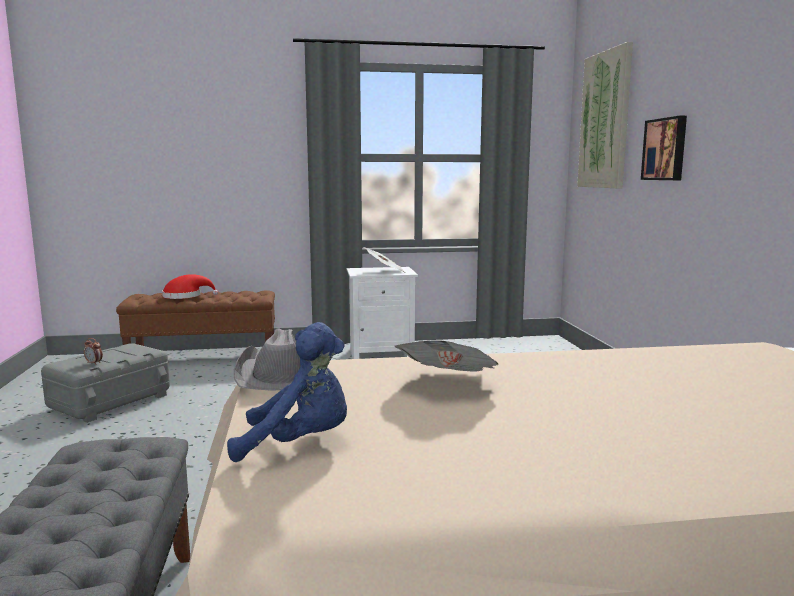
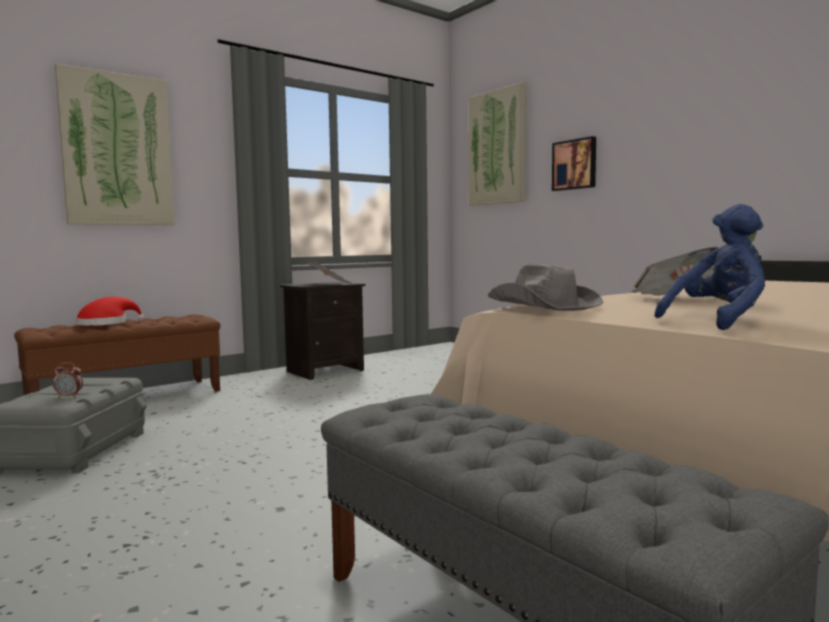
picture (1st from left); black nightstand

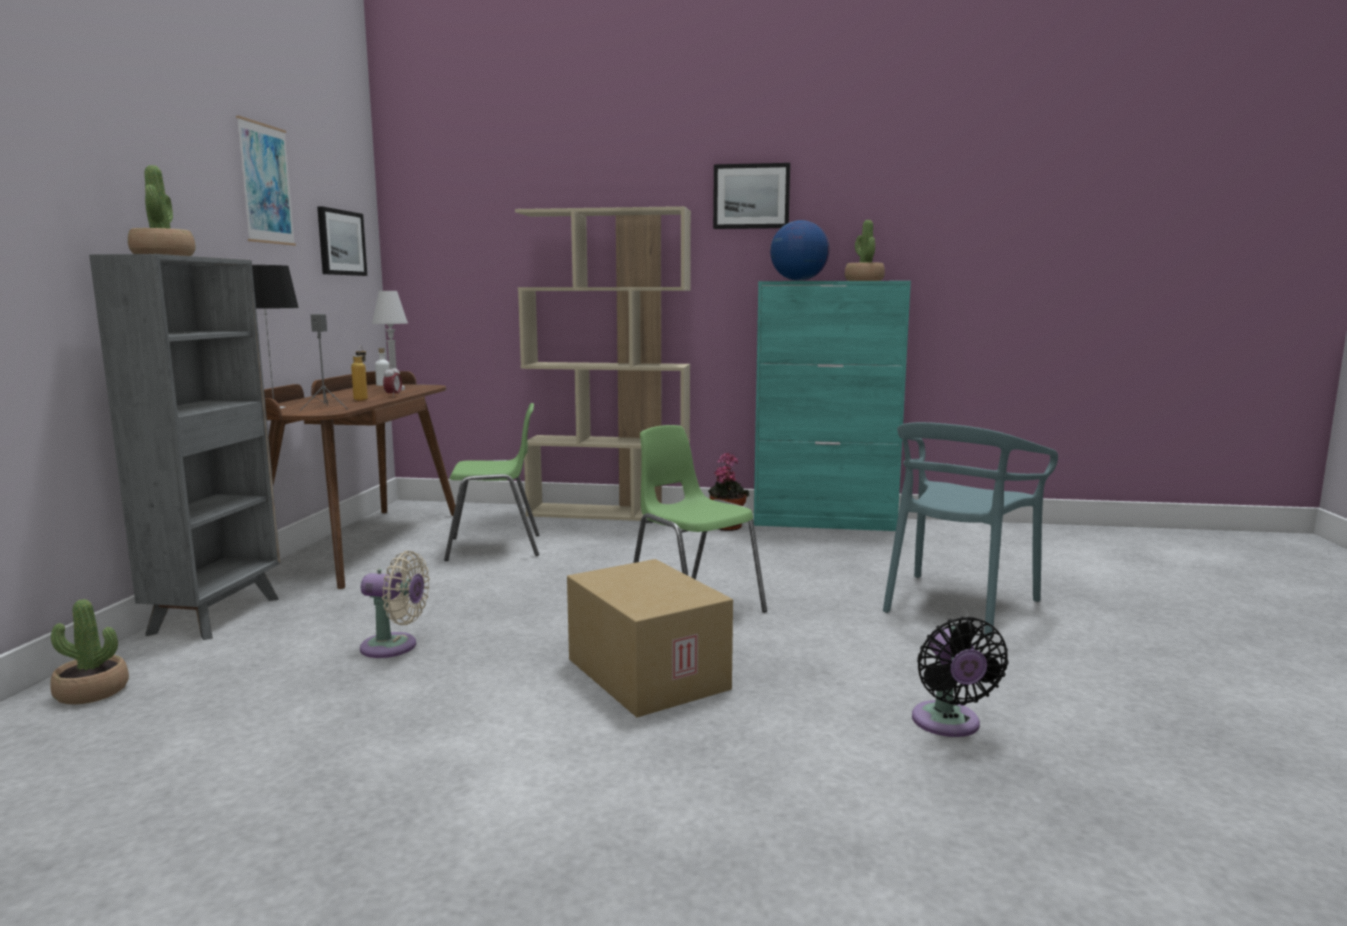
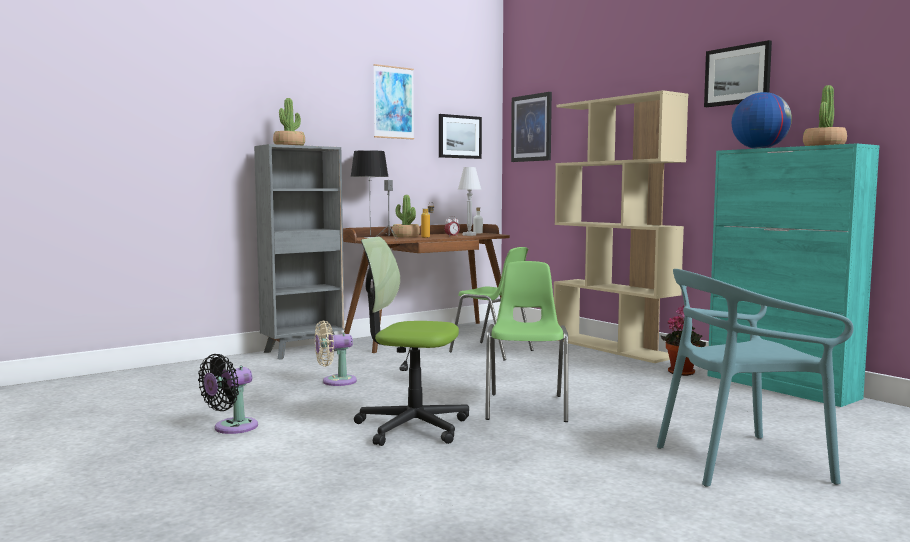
picture (3rd from left); potted plant (2nd from left); black fan; office chair; beige fan

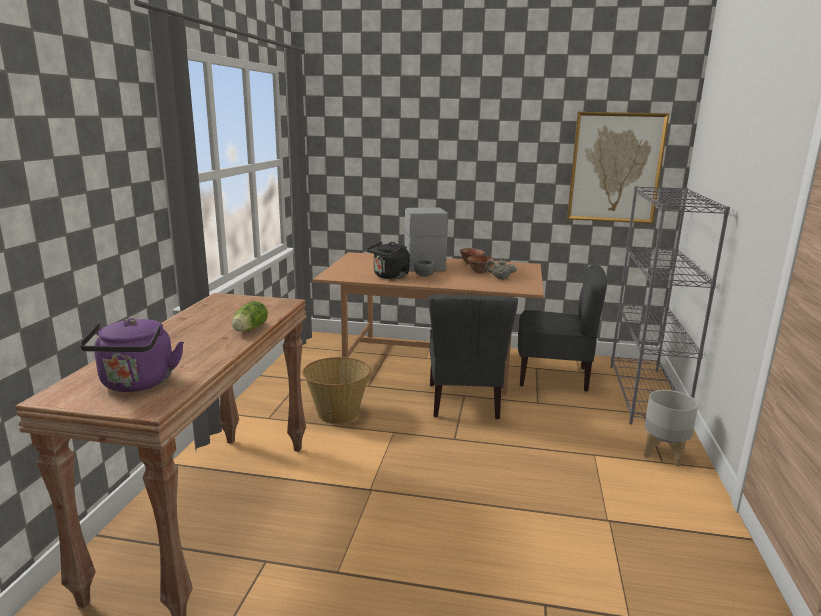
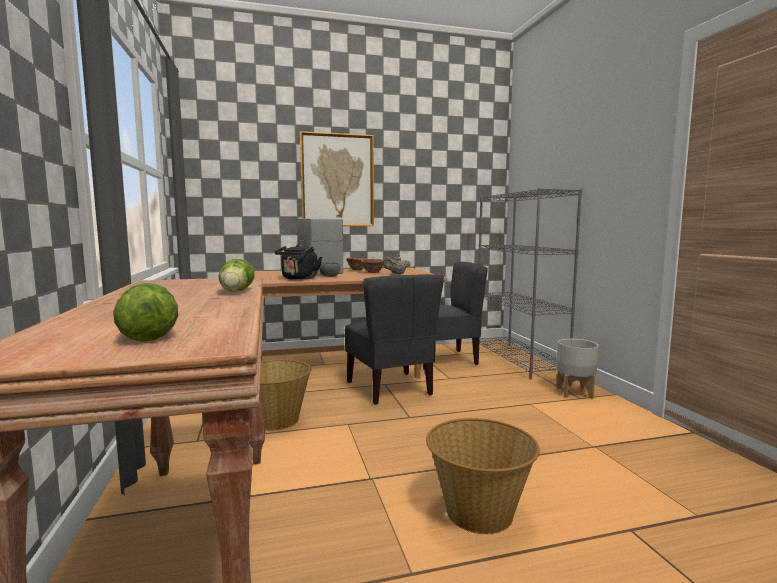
basket (2nd from left); picture; lettuce (1st from left)

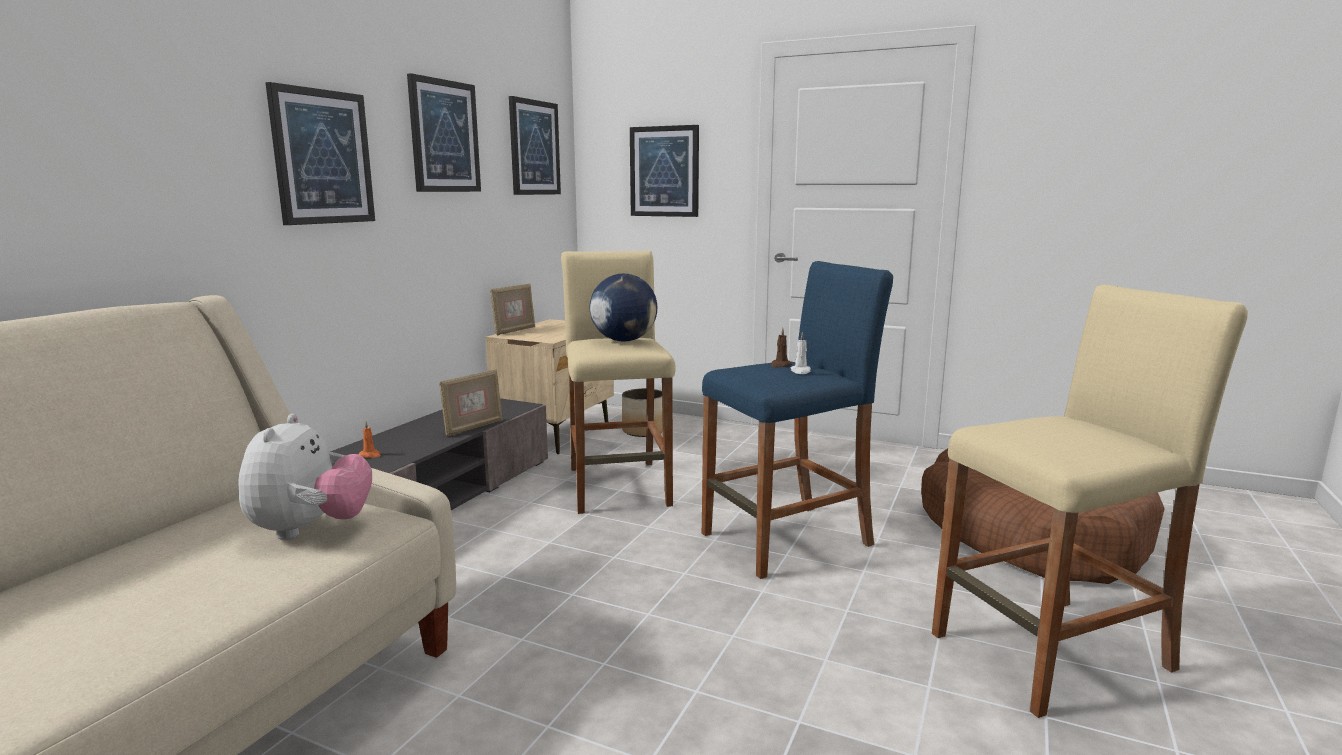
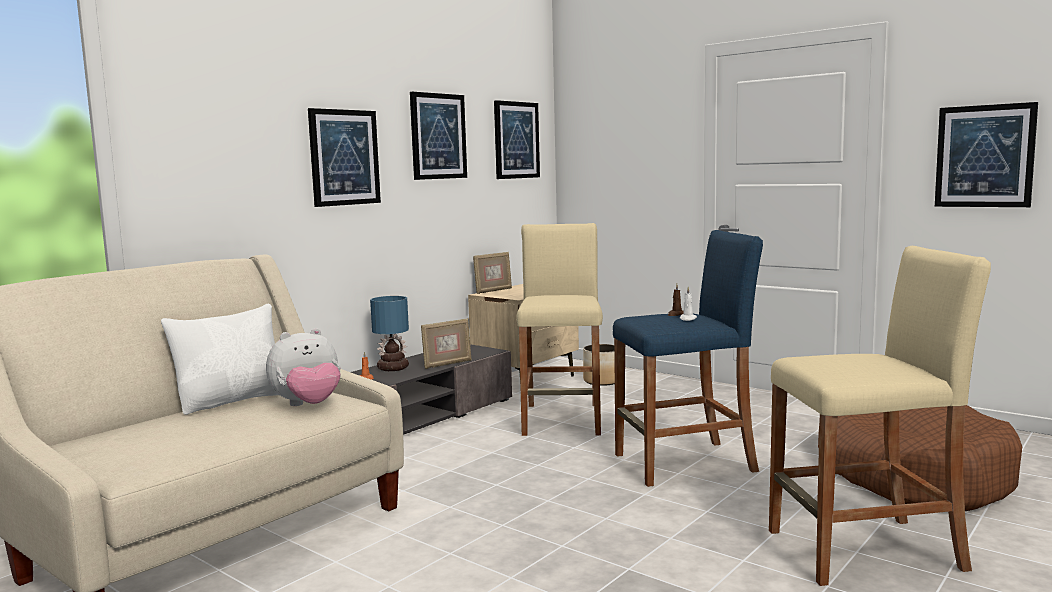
globe; white pillow; table lamp; picture (4th from left); plush toy

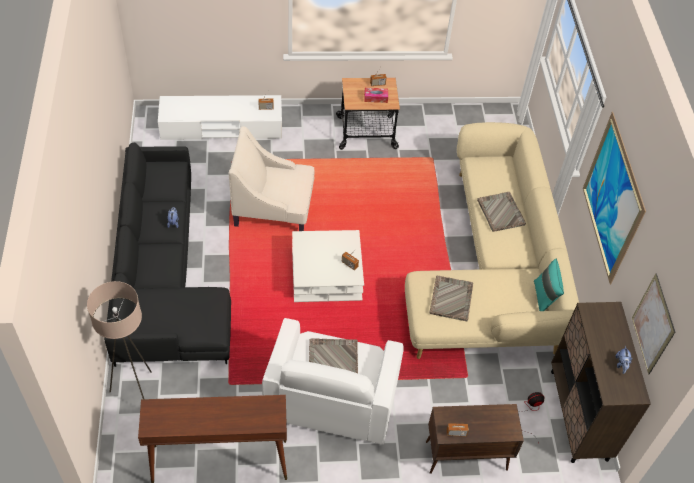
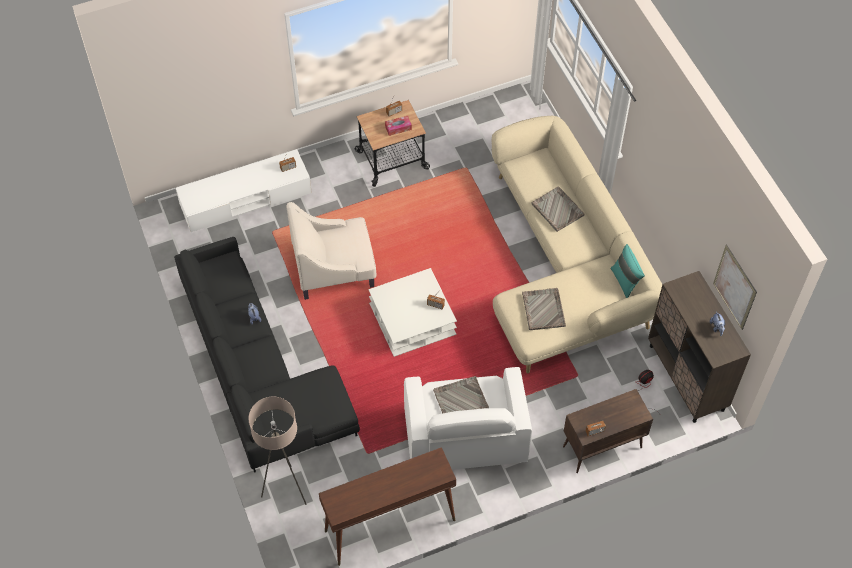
picture (1st from left in the first image)

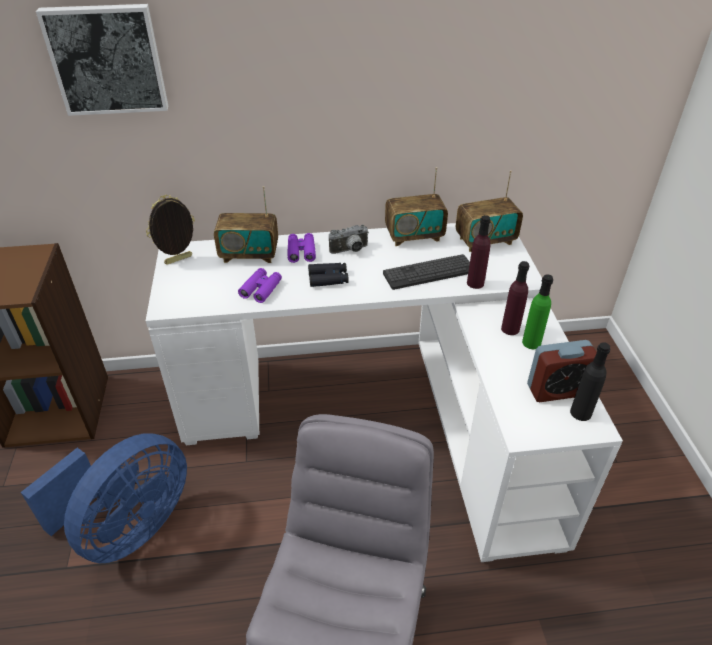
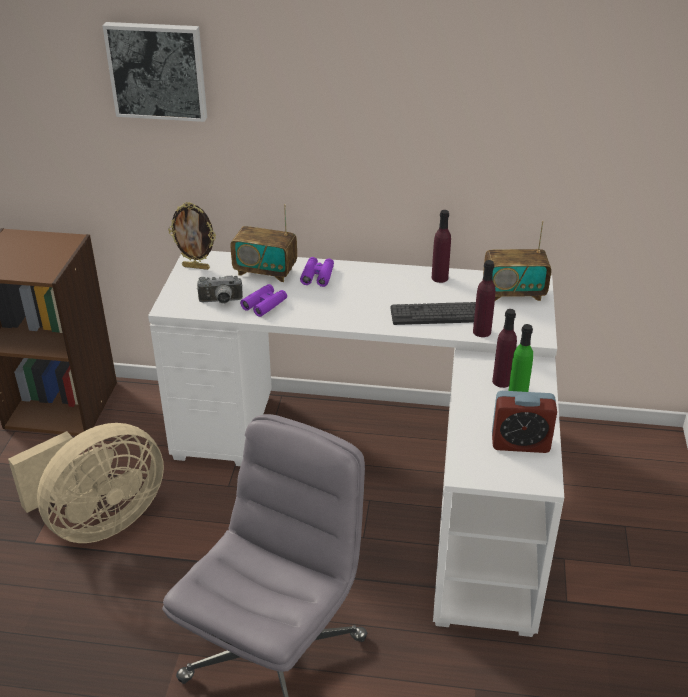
black binoculars; black bottle; photo camera; purple bottle (1st from left); beige fan; picture frame

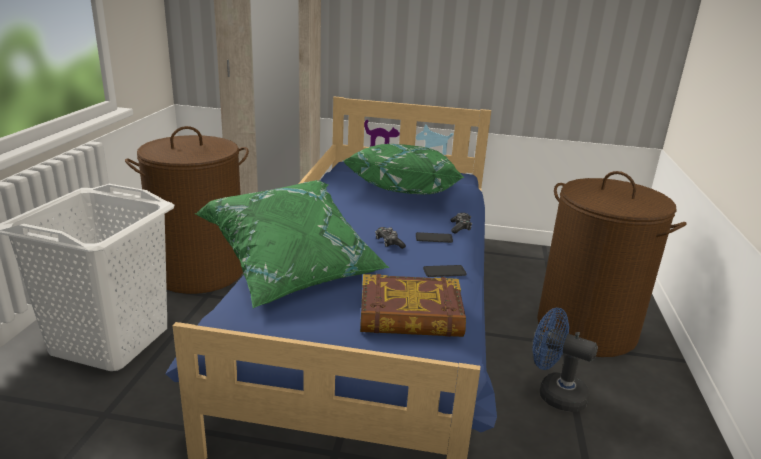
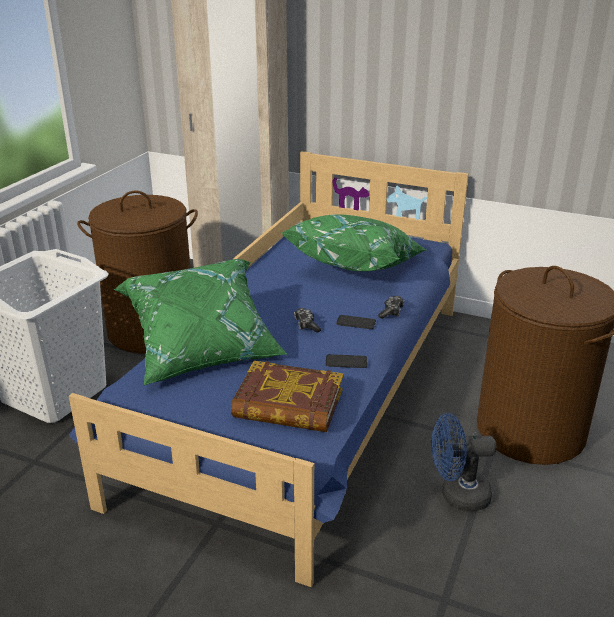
blue fan

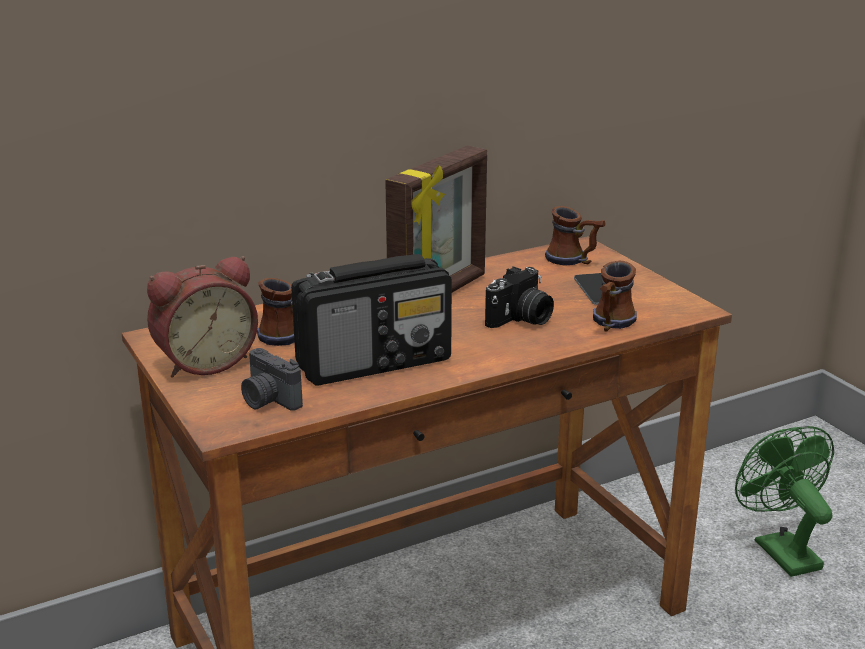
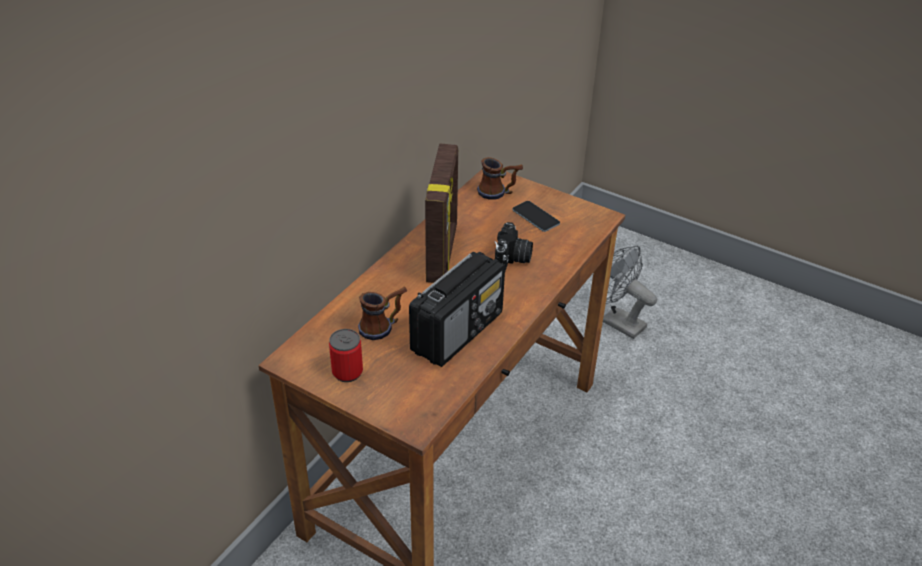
photo camera (1st from left in the first image); mug (3rd from left in the first image); can; grey fan

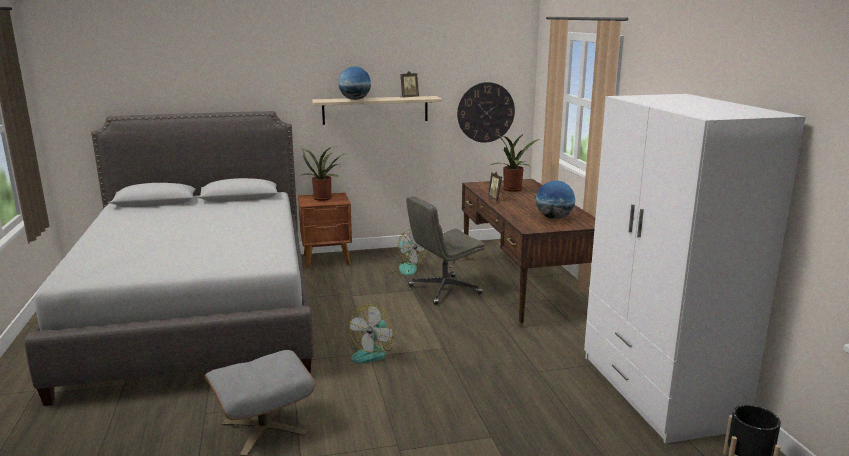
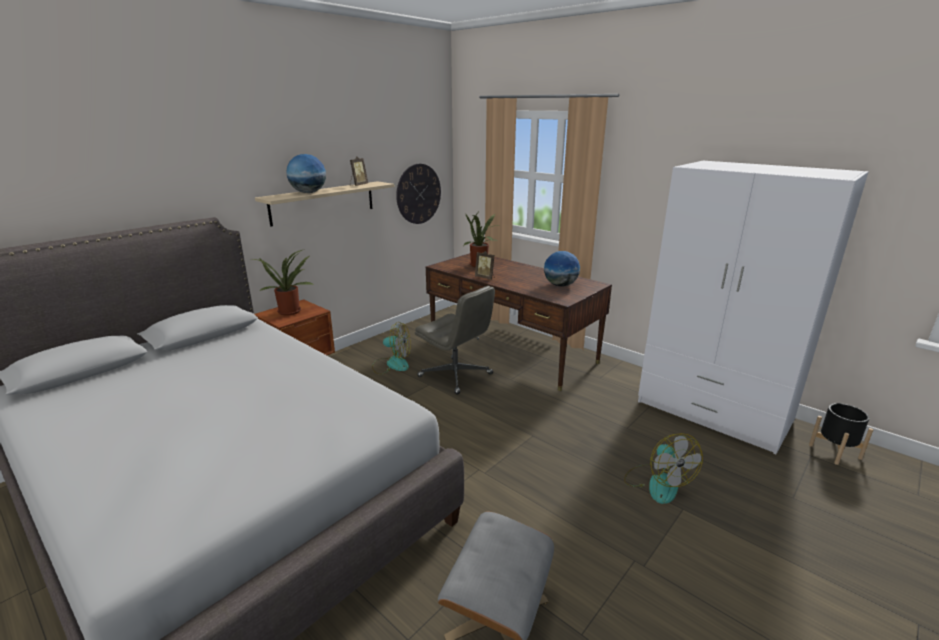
fan (2nd from left); grey office chair

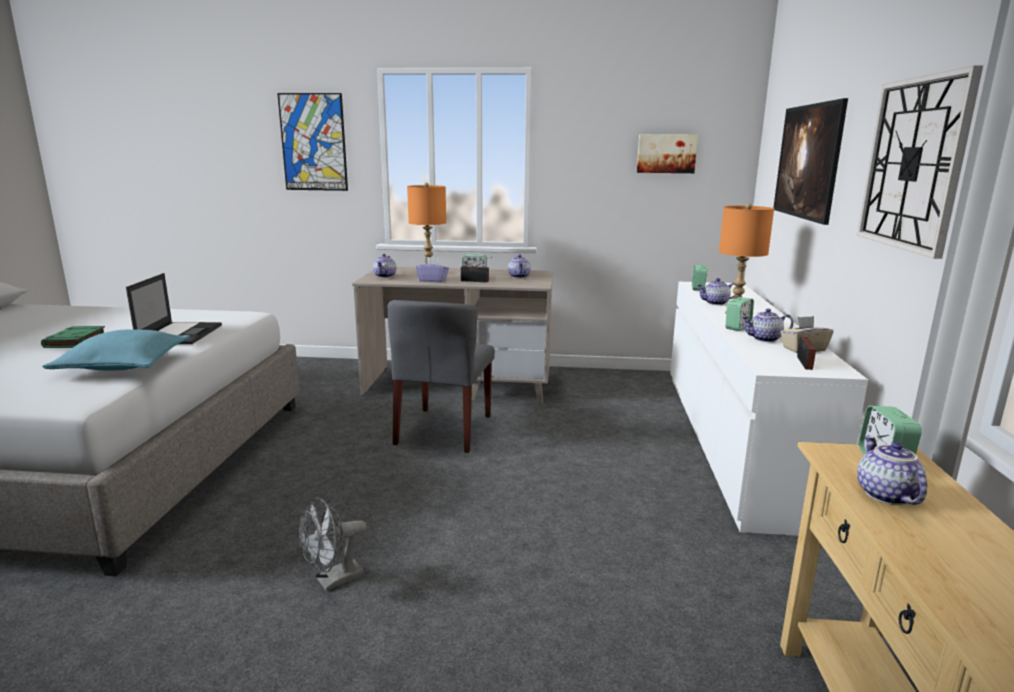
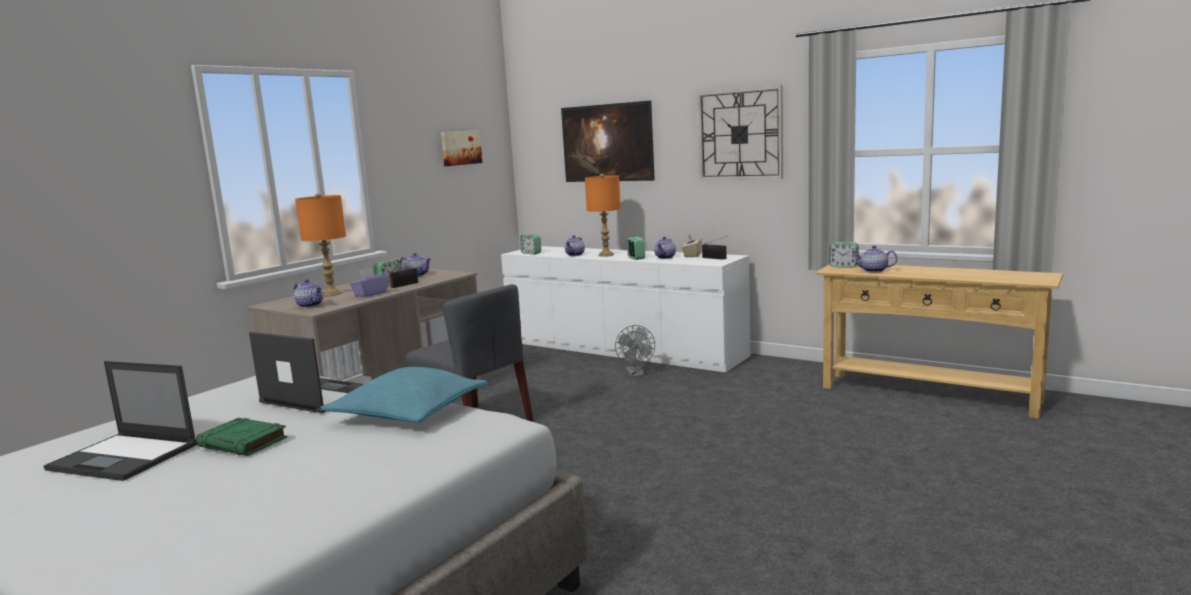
picture (1st from left in the first image); laptop (1st from left); grey fan

